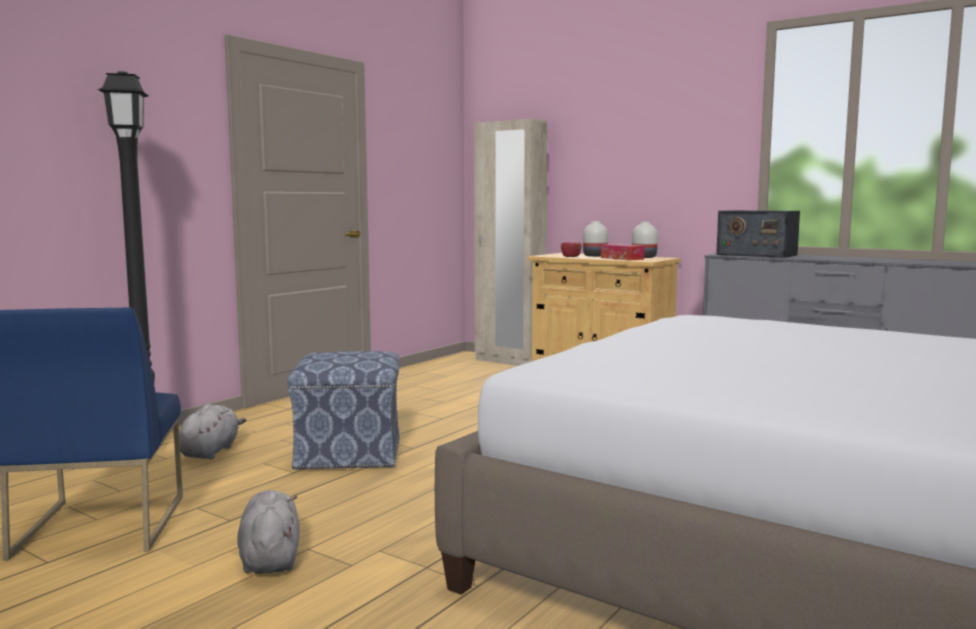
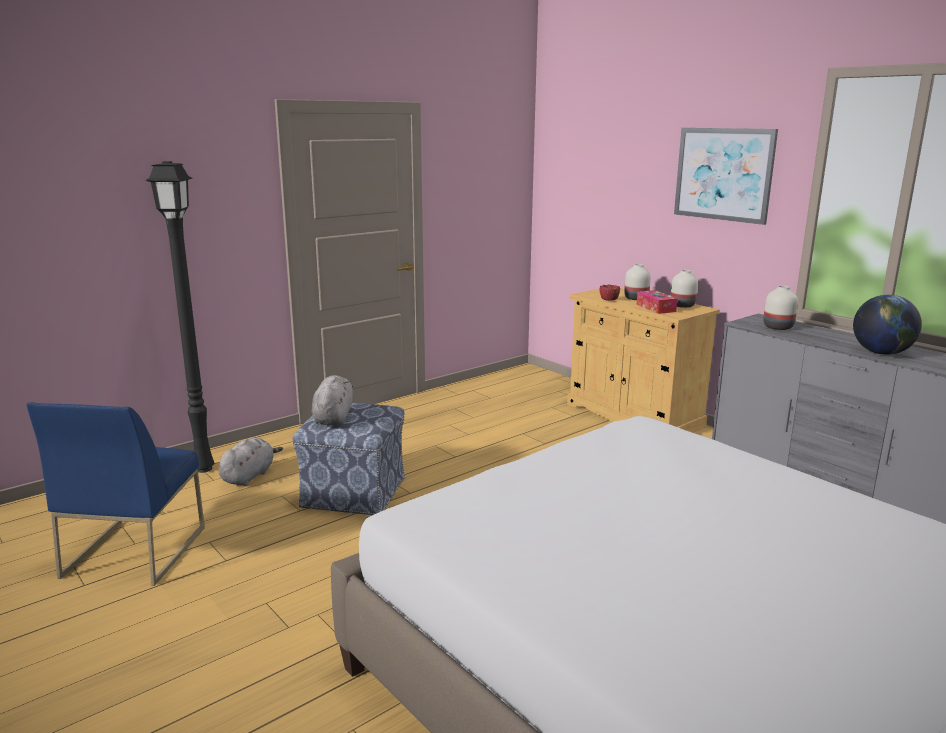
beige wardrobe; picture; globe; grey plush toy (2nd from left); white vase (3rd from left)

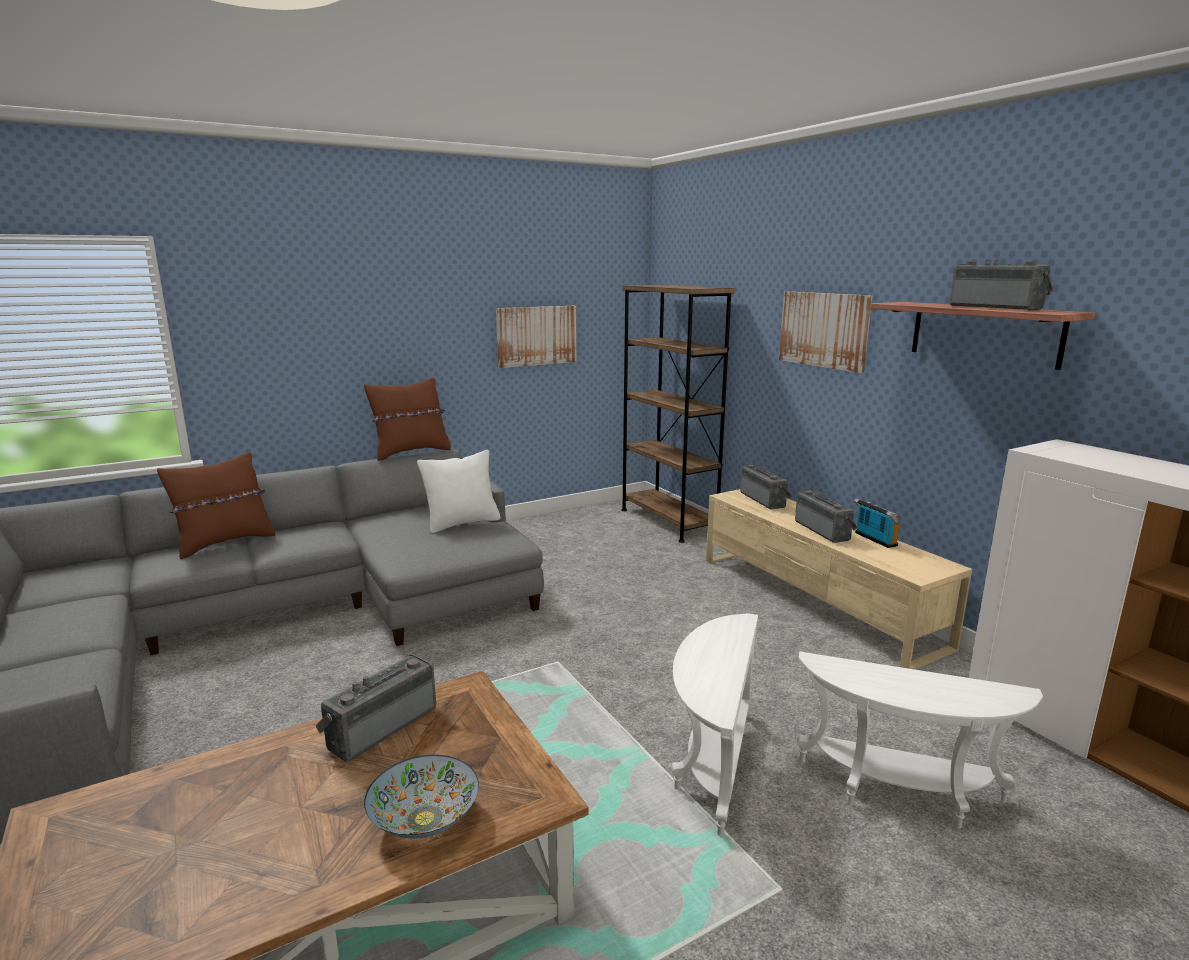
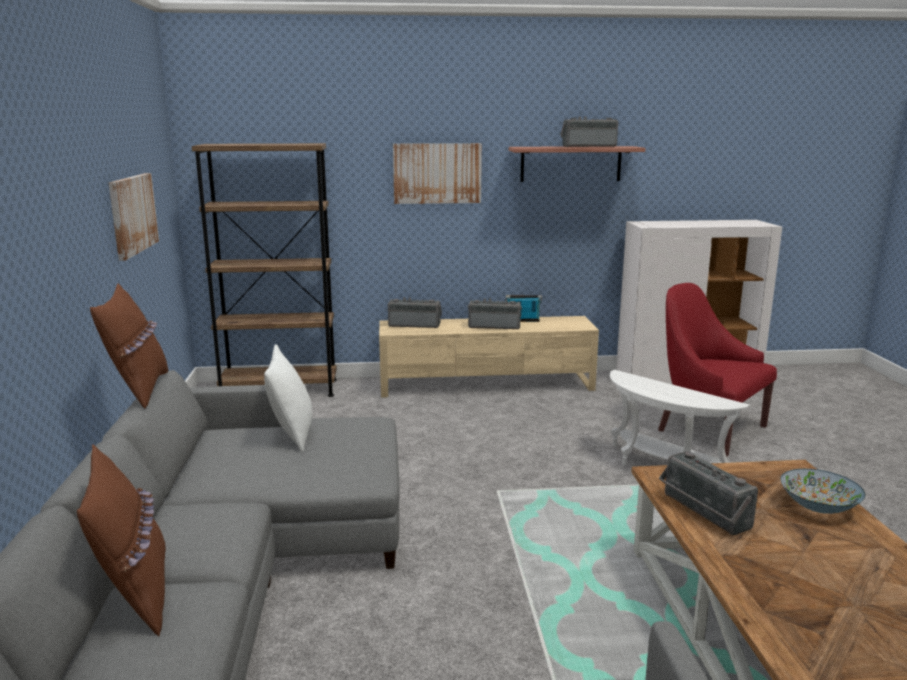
red armchair

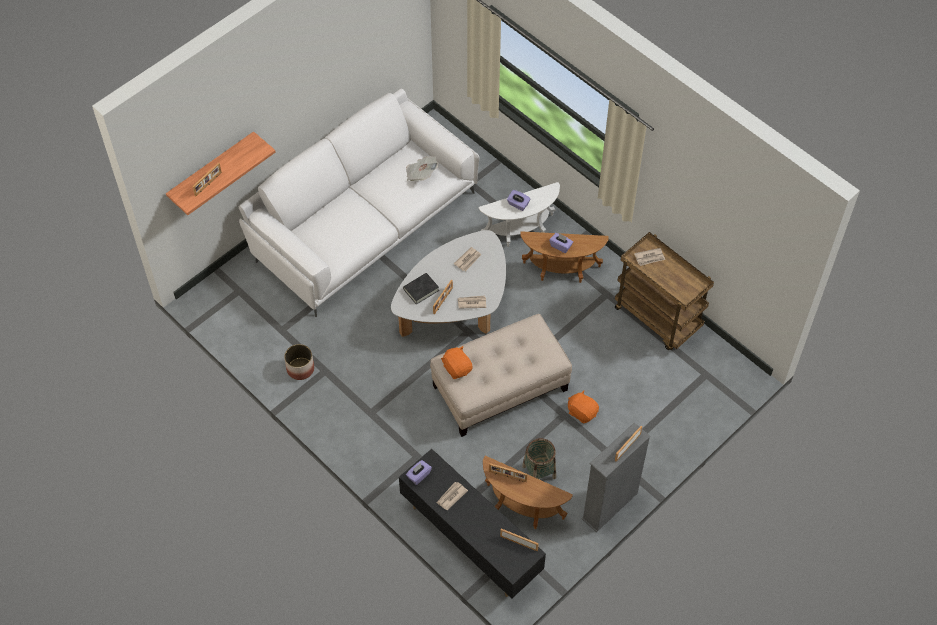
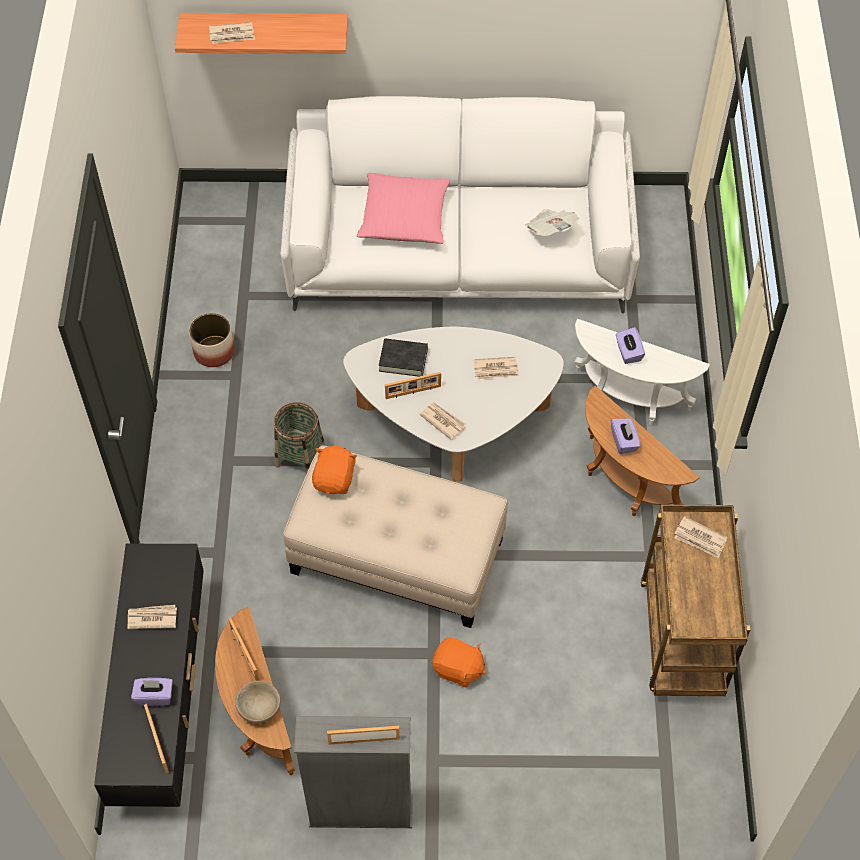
beige bowl; pink pillow; purple tissue box (1st from left); basket; newspaper (2nd from left); orange plush toy (2nd from left)

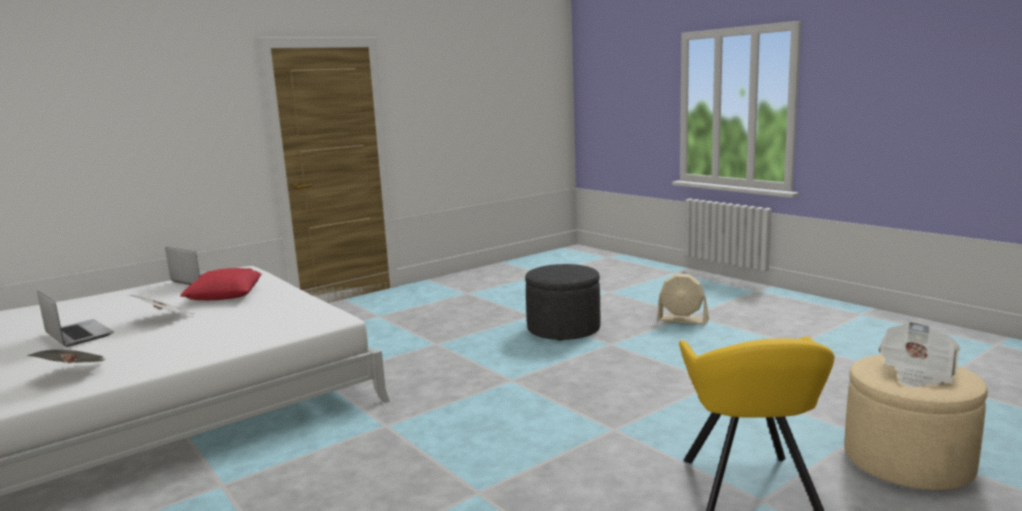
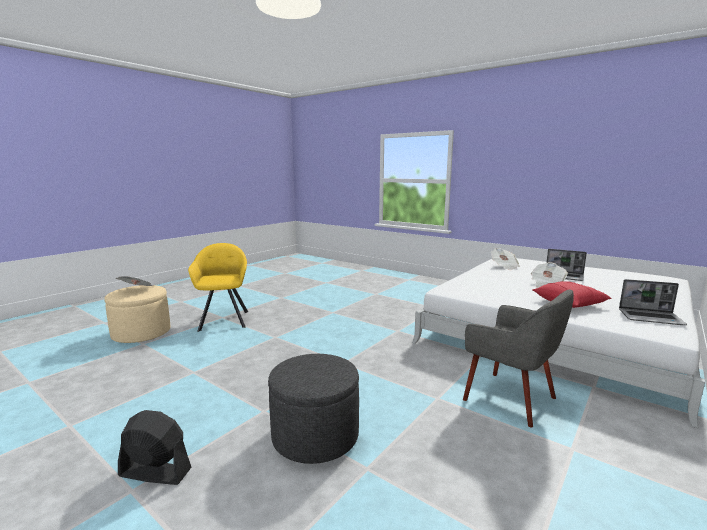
grey armchair; black fan

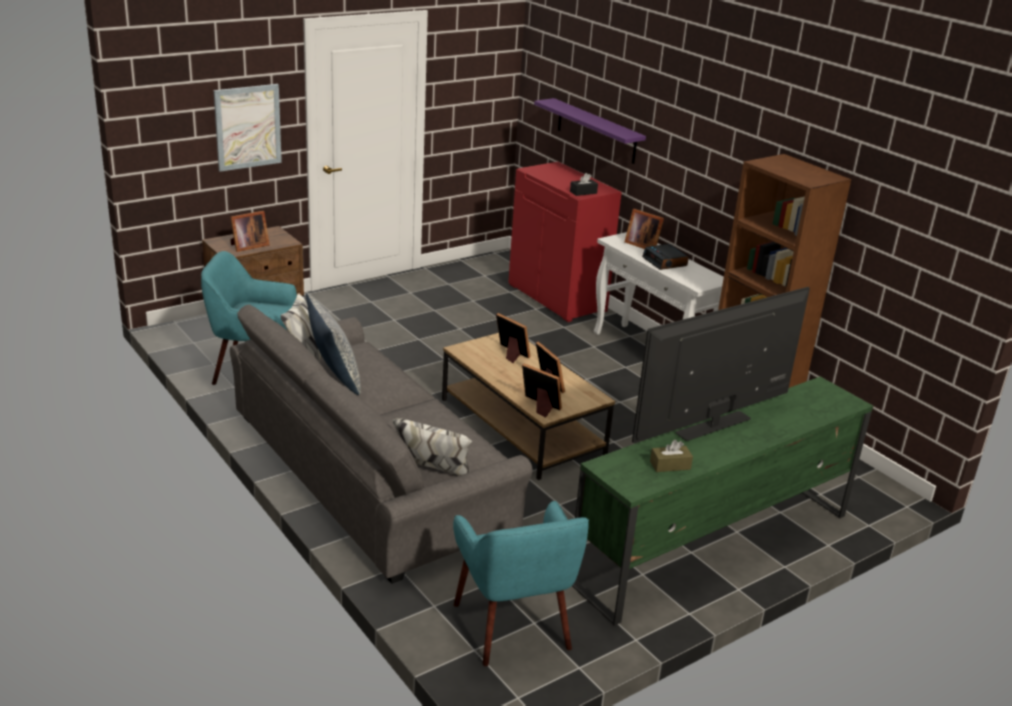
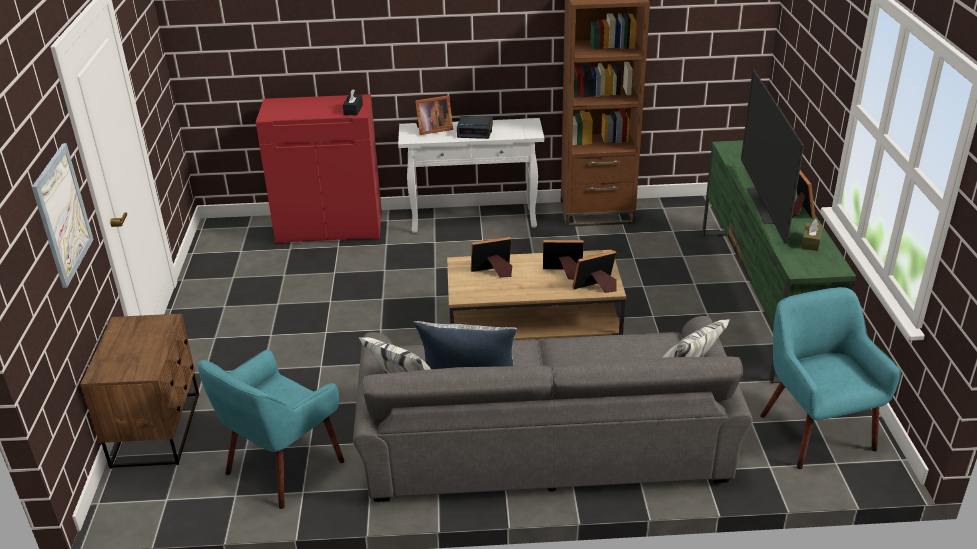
purple shelf; picture frame (5th from left); turquoise armchair (2nd from left)

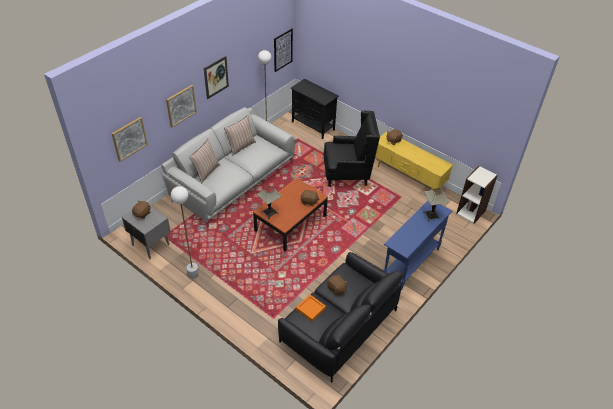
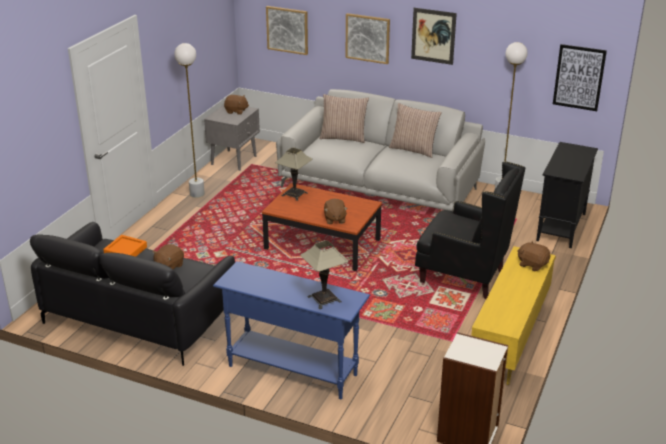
black armchair

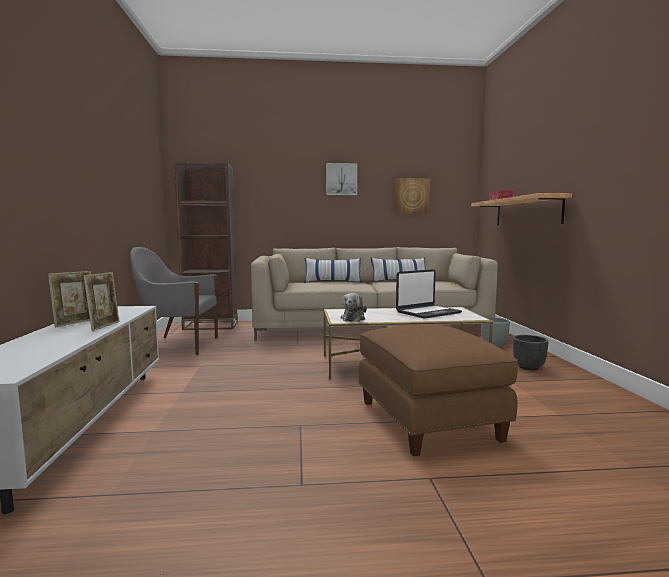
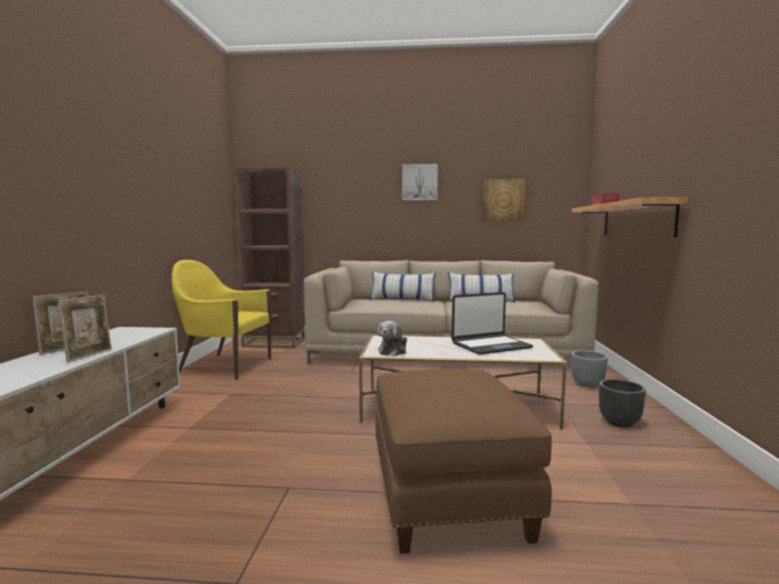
yellow armchair

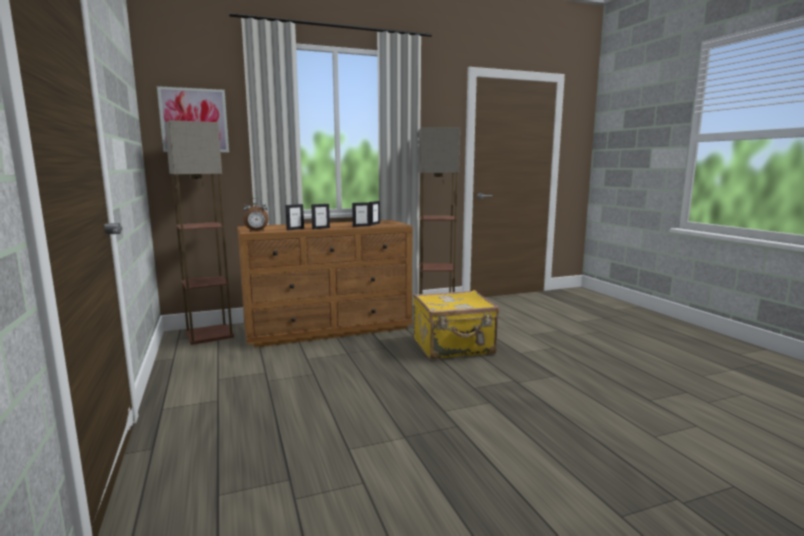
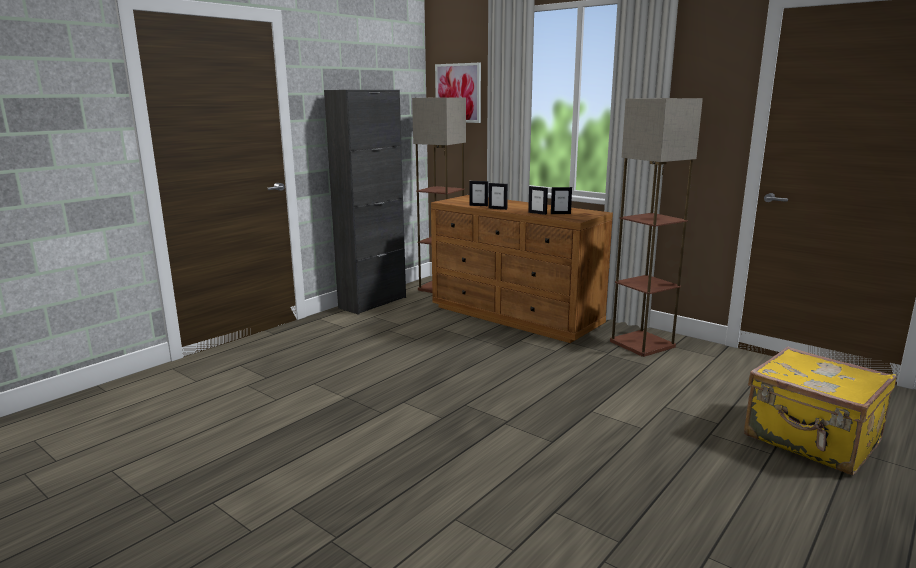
alarm clock; black cabinet; yellow suitcase

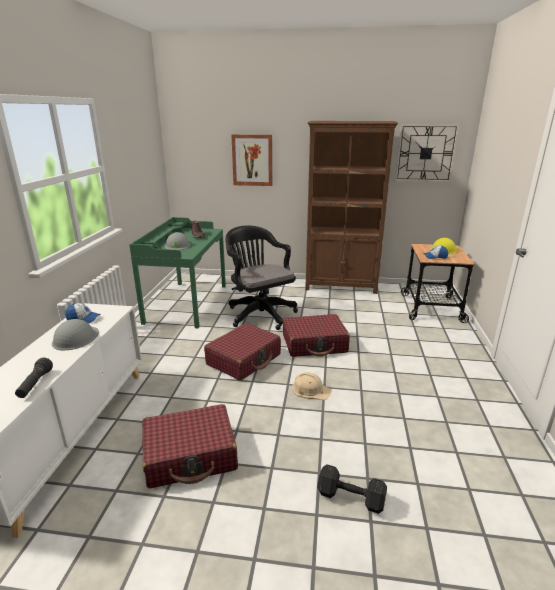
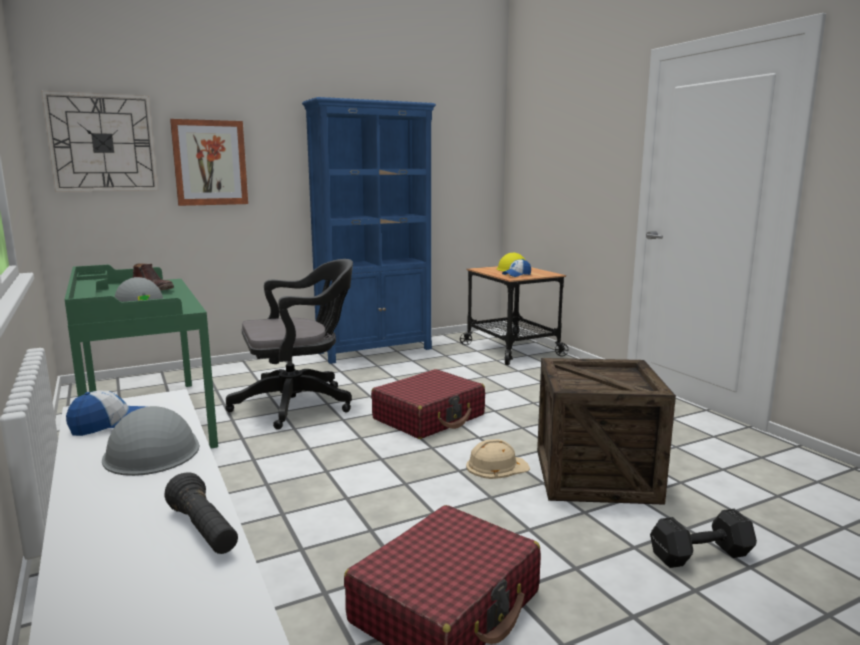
red suitcase (2nd from left in the first image); crate; wall clock; blue bookcase; black office chair

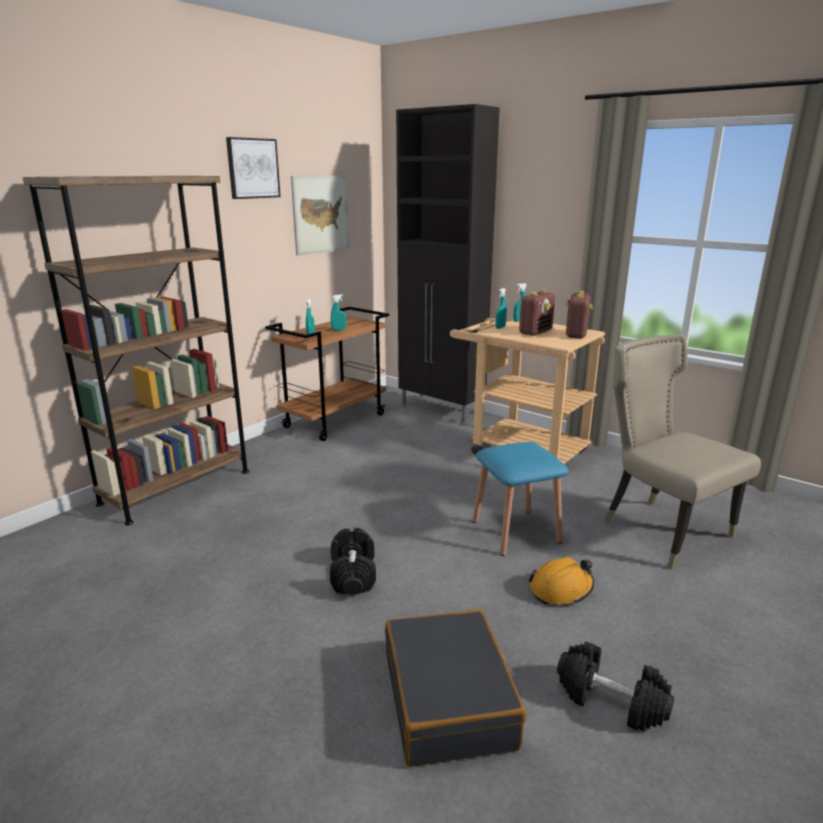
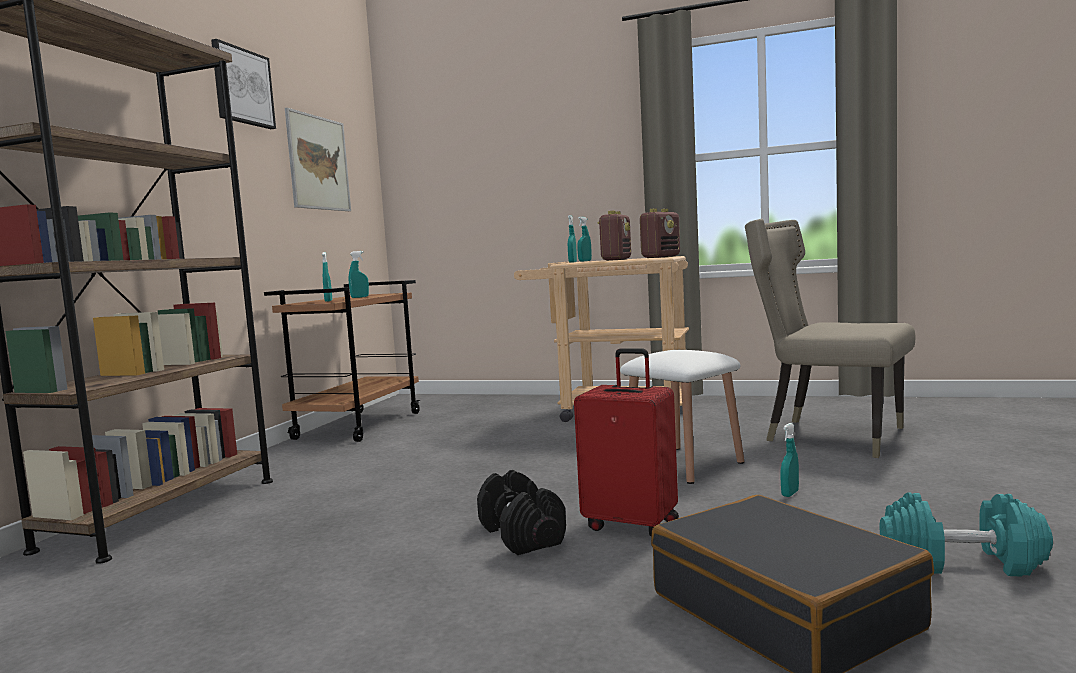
black cabinet; red suitcase; turquoise spray bottle (5th from left); white stool; turquoise dumbbell; radio (2nd from left)

